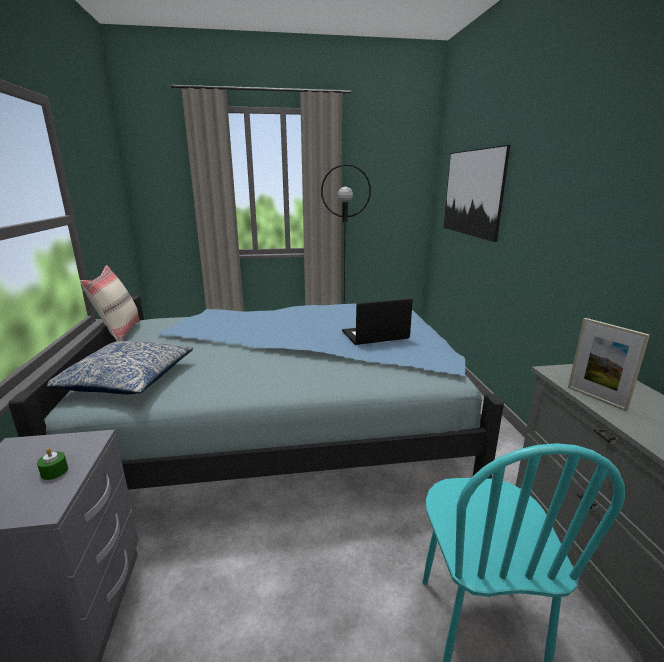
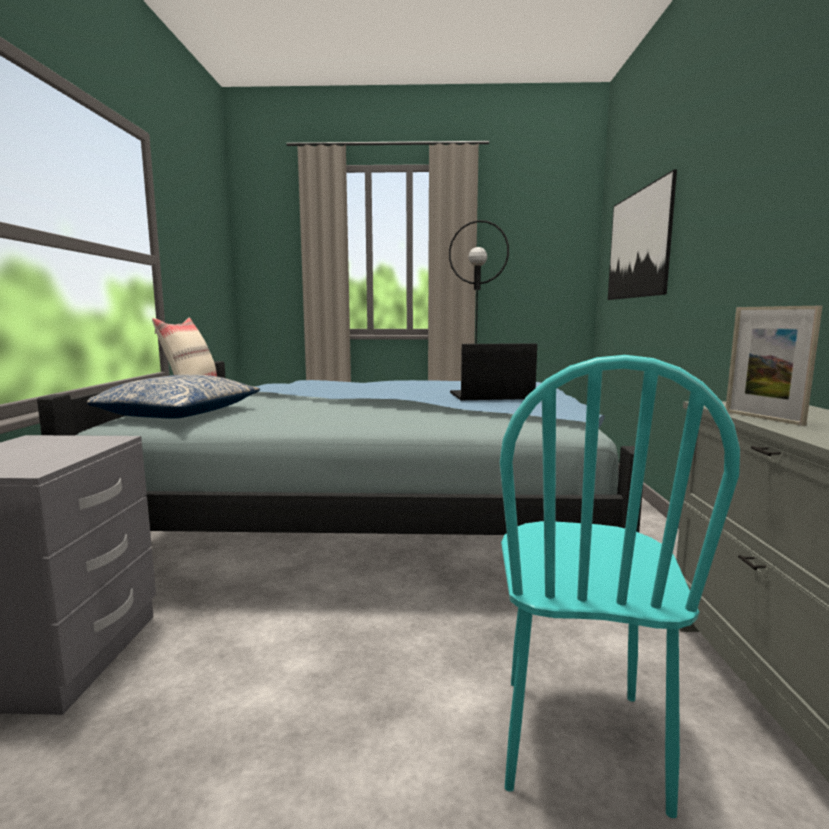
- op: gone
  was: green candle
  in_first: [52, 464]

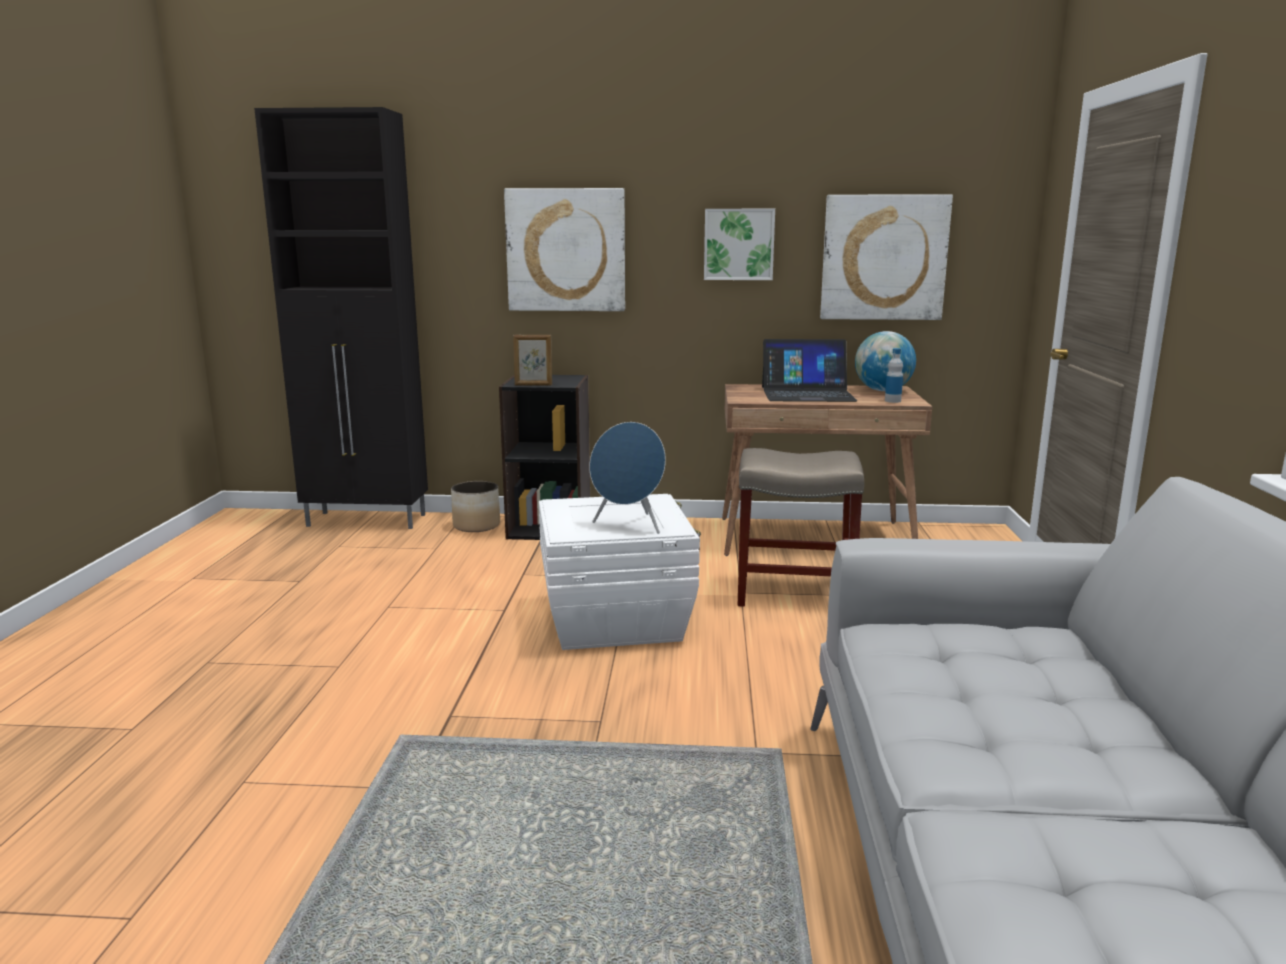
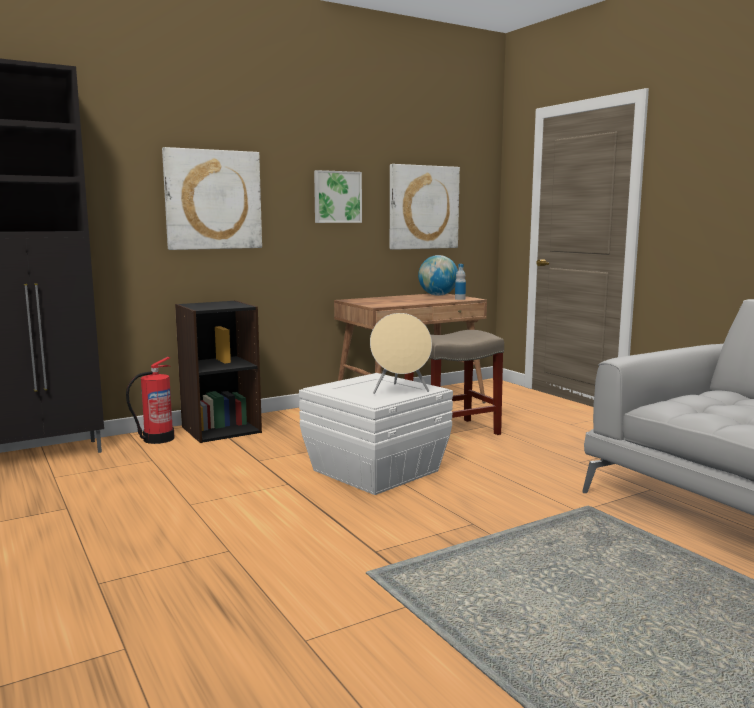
- op: swapped
  was: planter
  now: fire extinguisher
  in_first: [475, 506]
  in_second: [150, 400]
- op: gone
  was: picture frame
  in_first: [532, 360]
- op: repainted
  was: blue speaker
  now: beige speaker
  in_first: [627, 478]
  in_second: [401, 353]
- op: gone
  was: laptop
  in_first: [809, 370]

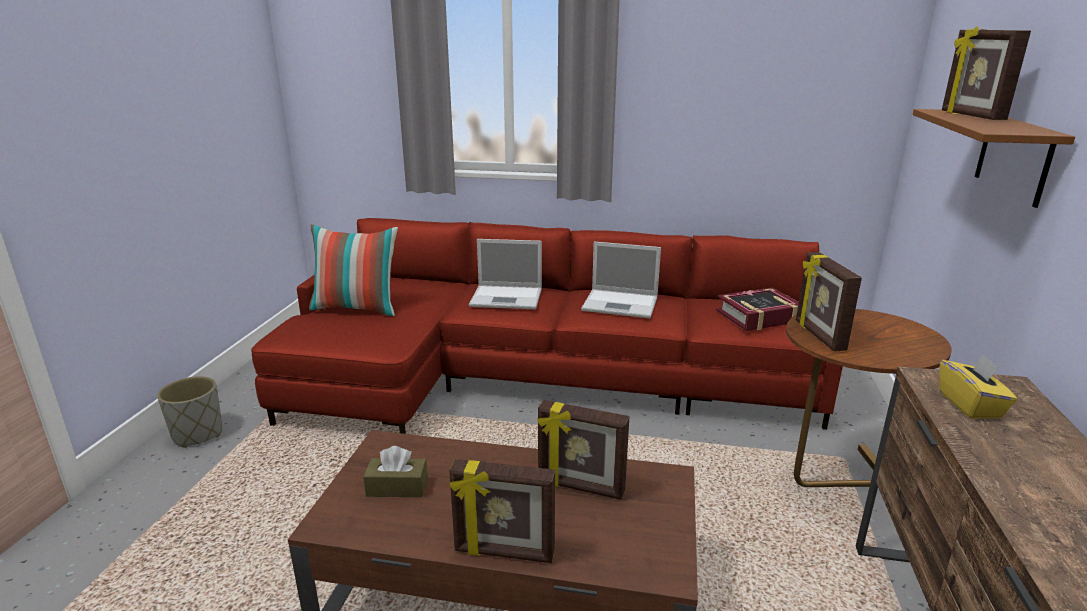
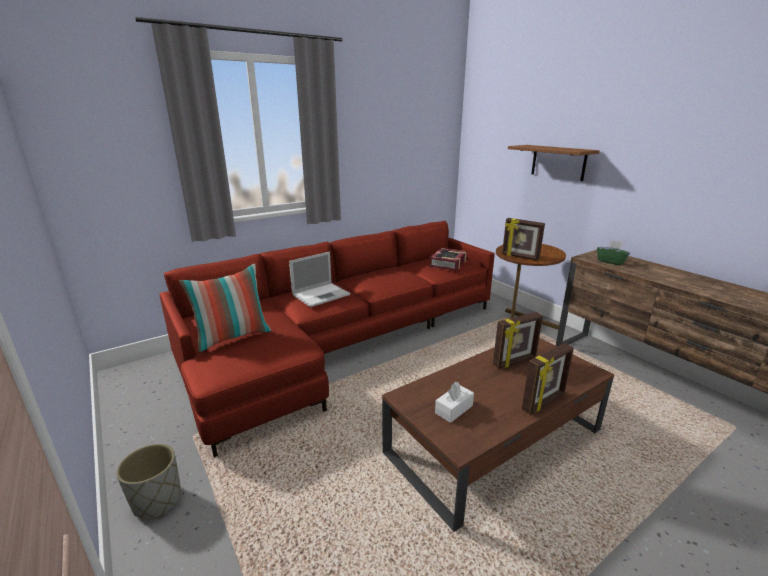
- op: repainted
  was: brown tissue box
  now: white tissue box
  in_first: [395, 471]
  in_second: [454, 402]
- op: gone
  was: laptop
  in_first: [621, 279]
- op: repainted
  was: yellow tissue box
  now: green tissue box
  in_first: [978, 386]
  in_second: [613, 252]
- op: gone
  was: picture frame
  in_first: [986, 73]

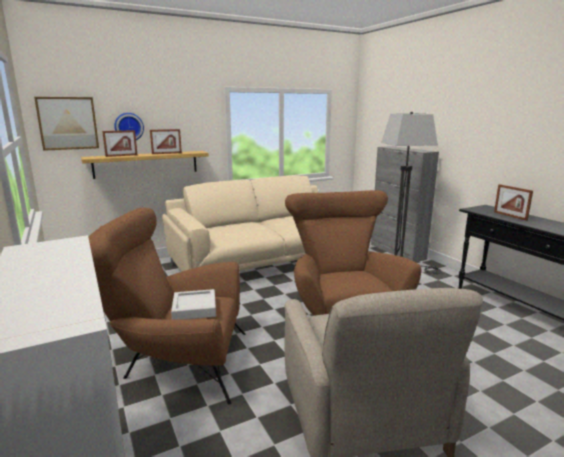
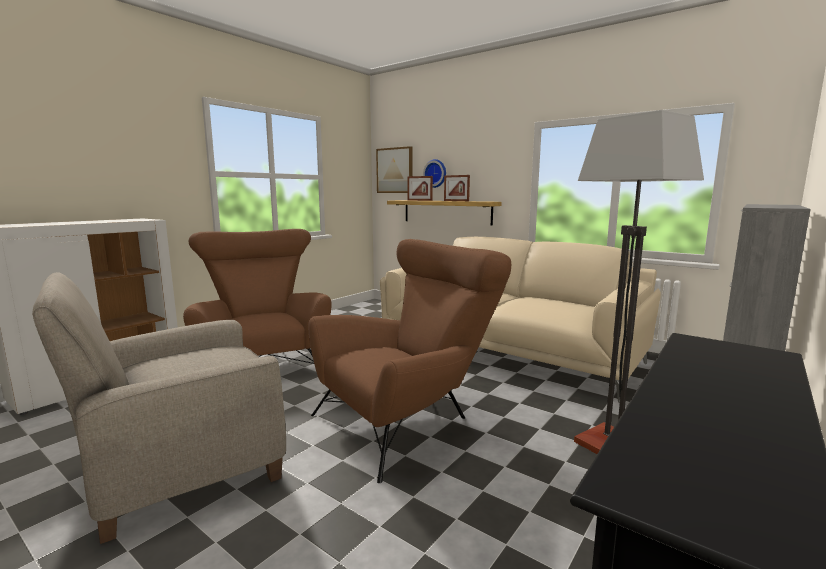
- op: gone
  was: grey tray
  in_first: [193, 304]
- op: gone
  was: picture frame
  in_first: [513, 202]

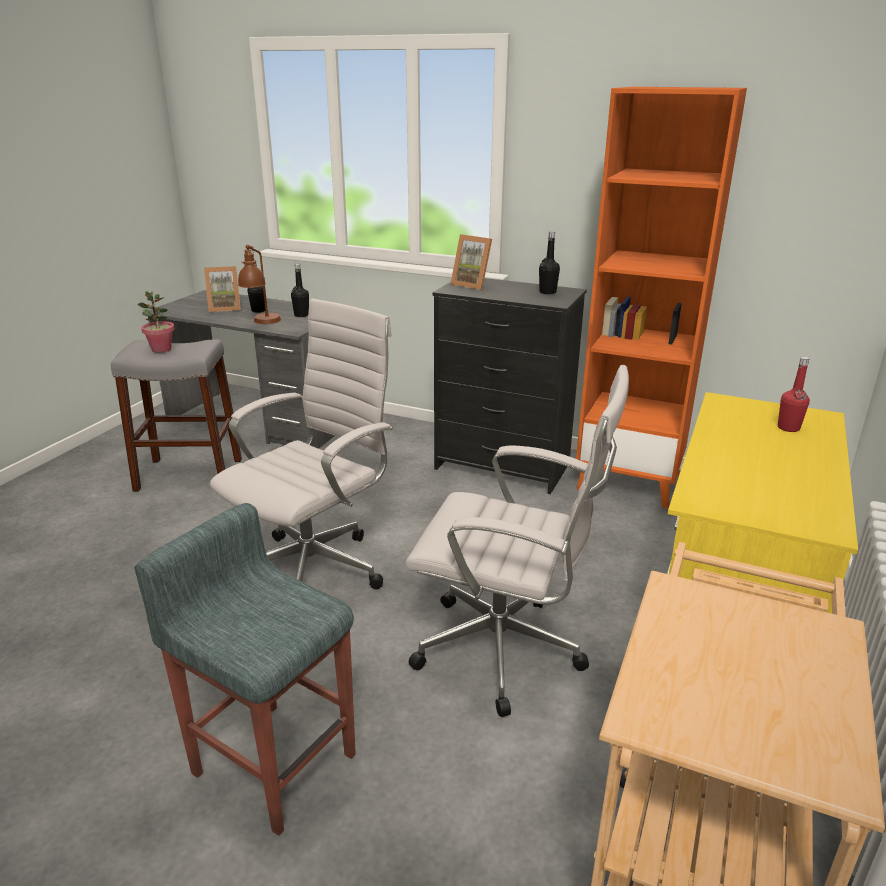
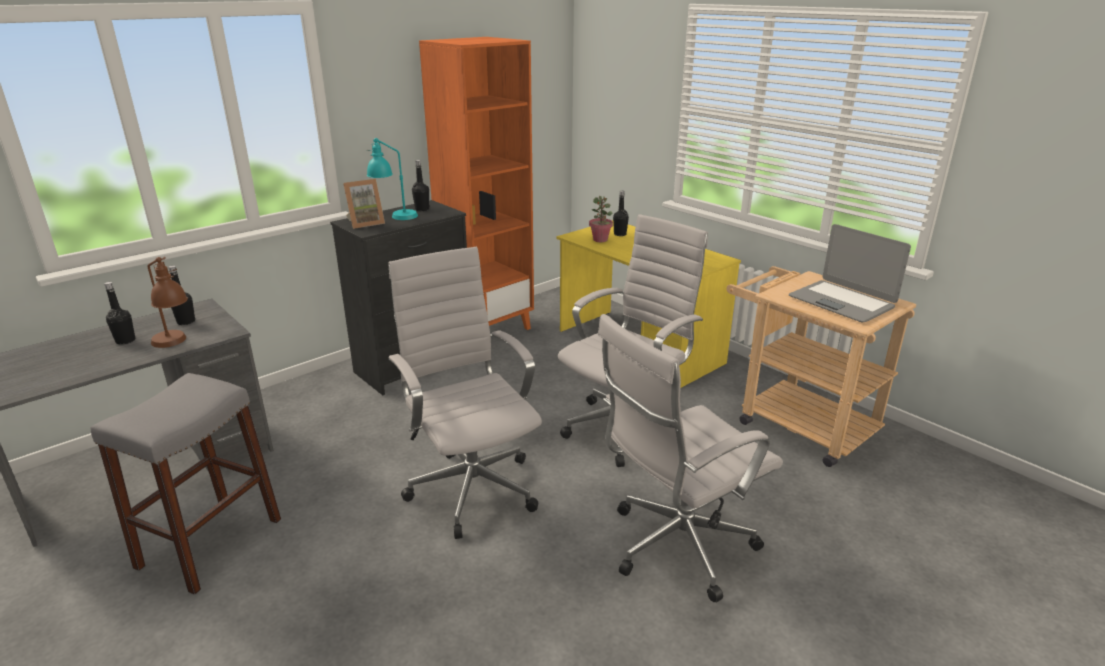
- op: swapped
  was: grey stool
  now: white office chair
  in_first: [245, 669]
  in_second: [690, 458]
- op: shifted
  was: potted plant
  in_first: [156, 322]
  in_second: [601, 219]
- op: gone
  was: picture frame
  in_first: [222, 289]
- op: repainted
  was: red bottle
  now: black bottle
  in_first: [794, 394]
  in_second: [621, 213]
- op: new
  now: turquoise table lamp
  in_second: [392, 179]
- op: new
  now: laptop
  in_second: [850, 273]

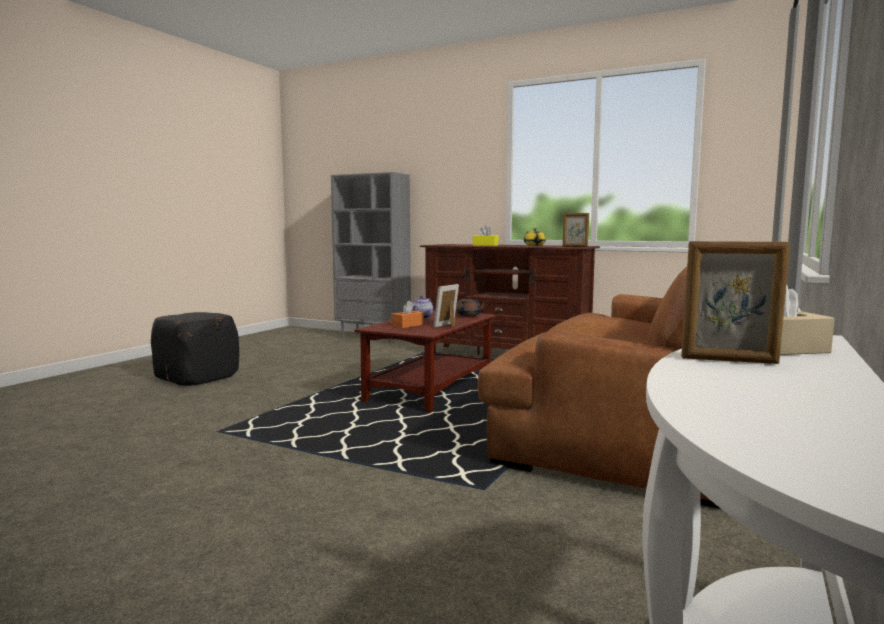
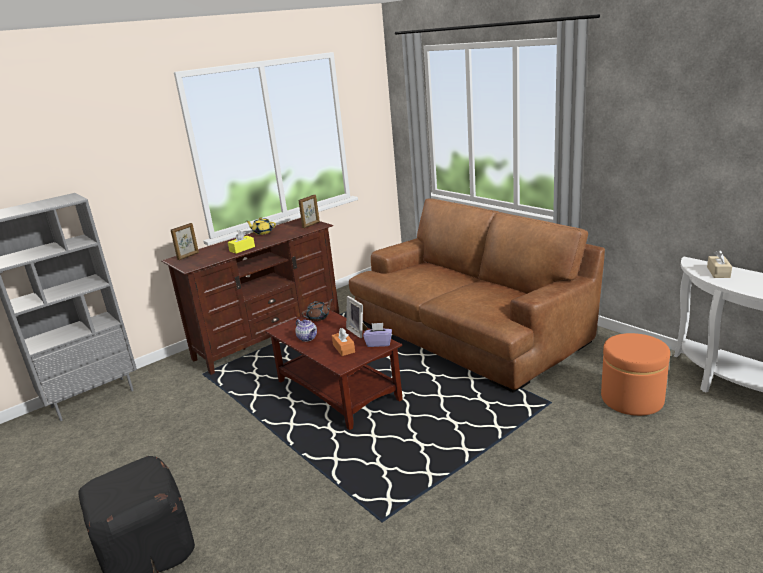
- op: shifted
  was: picture frame
  in_first: [735, 302]
  in_second: [185, 241]
- op: new
  now: purple tissue box
  in_second: [377, 335]
- op: new
  now: orange ottoman
  in_second: [635, 374]

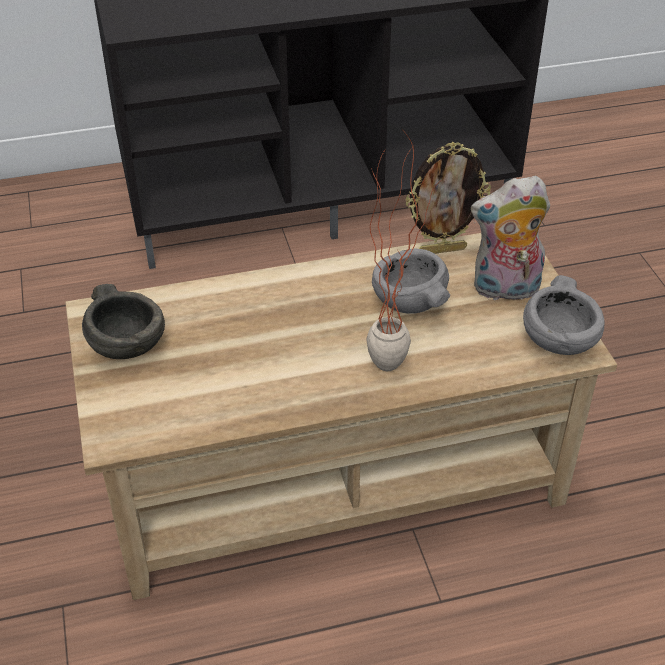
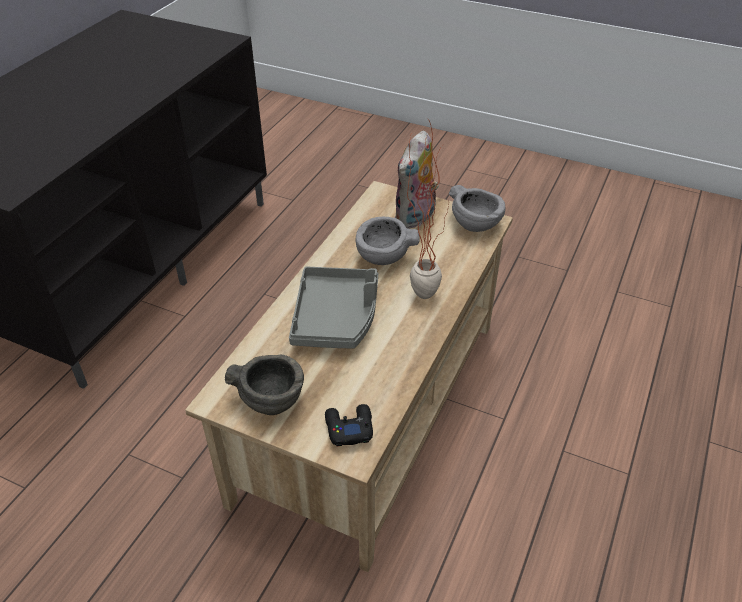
- op: gone
  was: picture frame
  in_first: [448, 198]
- op: new
  now: grey tray
  in_second: [333, 307]
- op: new
  now: black game controller
  in_second: [349, 425]

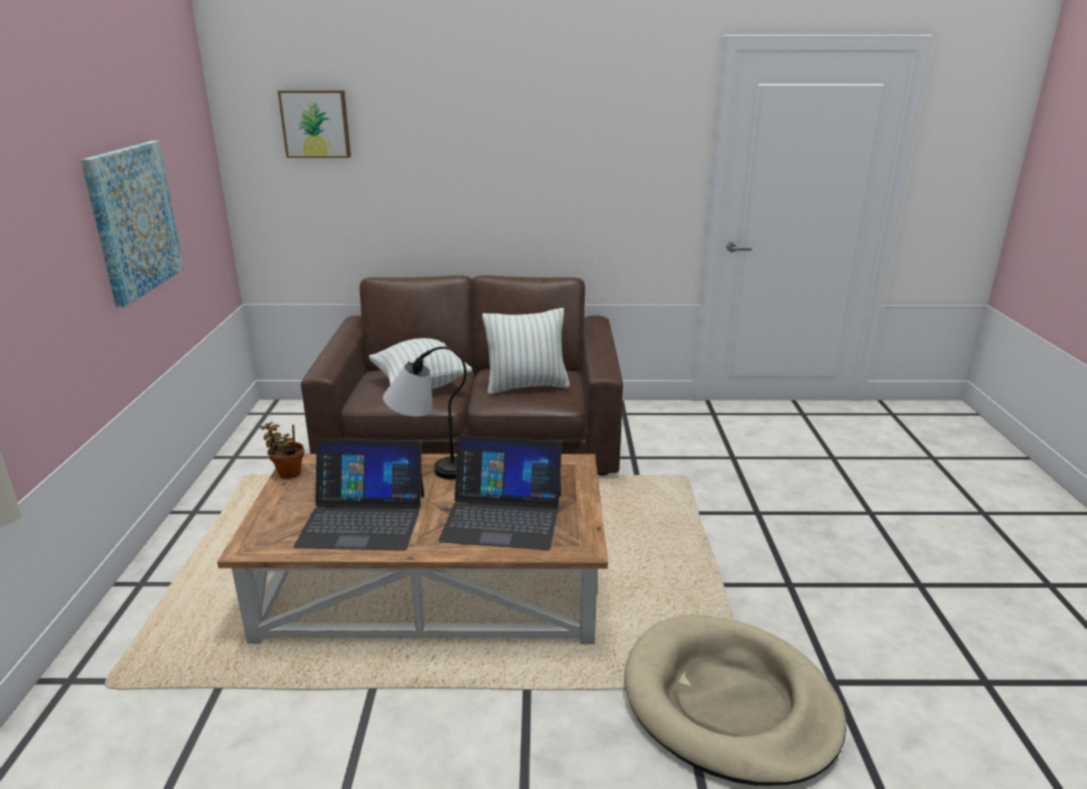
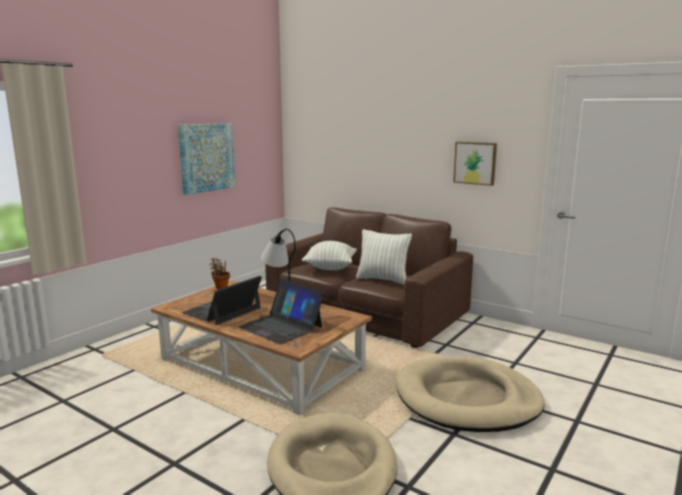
- op: shifted
  was: picture
  in_first: [314, 124]
  in_second: [475, 164]
- op: rotated
  was: laptop
  in_first: [358, 495]
  in_second: [222, 300]
  clockwise: 90
- op: new
  now: beige dog bed
  in_second: [470, 394]

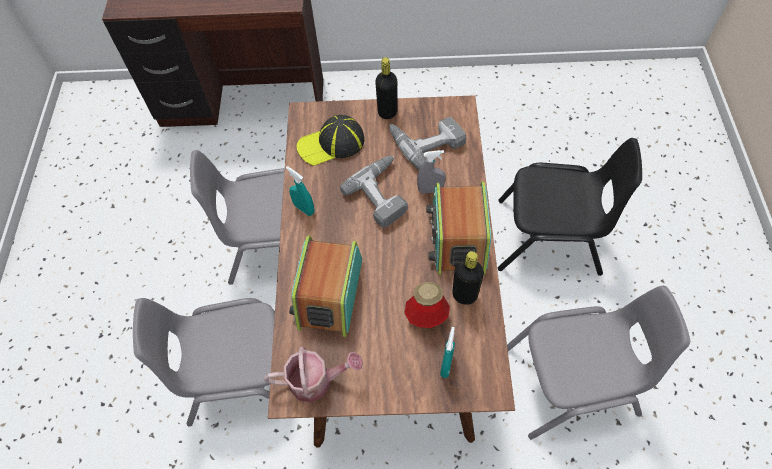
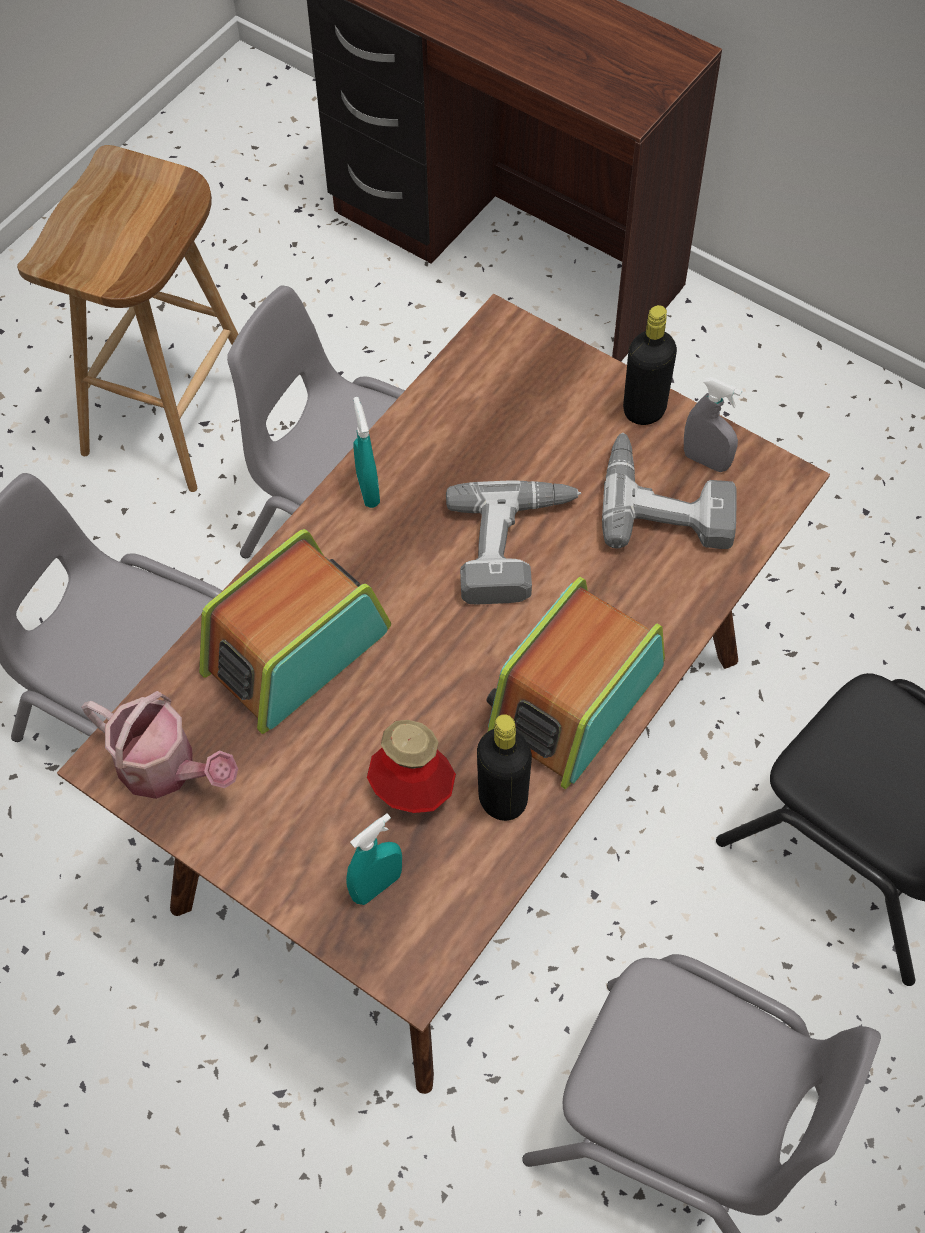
- op: gone
  was: cap
  in_first: [331, 140]
- op: shifted
  was: grey spray bottle
  in_first: [431, 172]
  in_second: [713, 424]
- op: new
  now: brown stool
  in_second: [127, 318]

